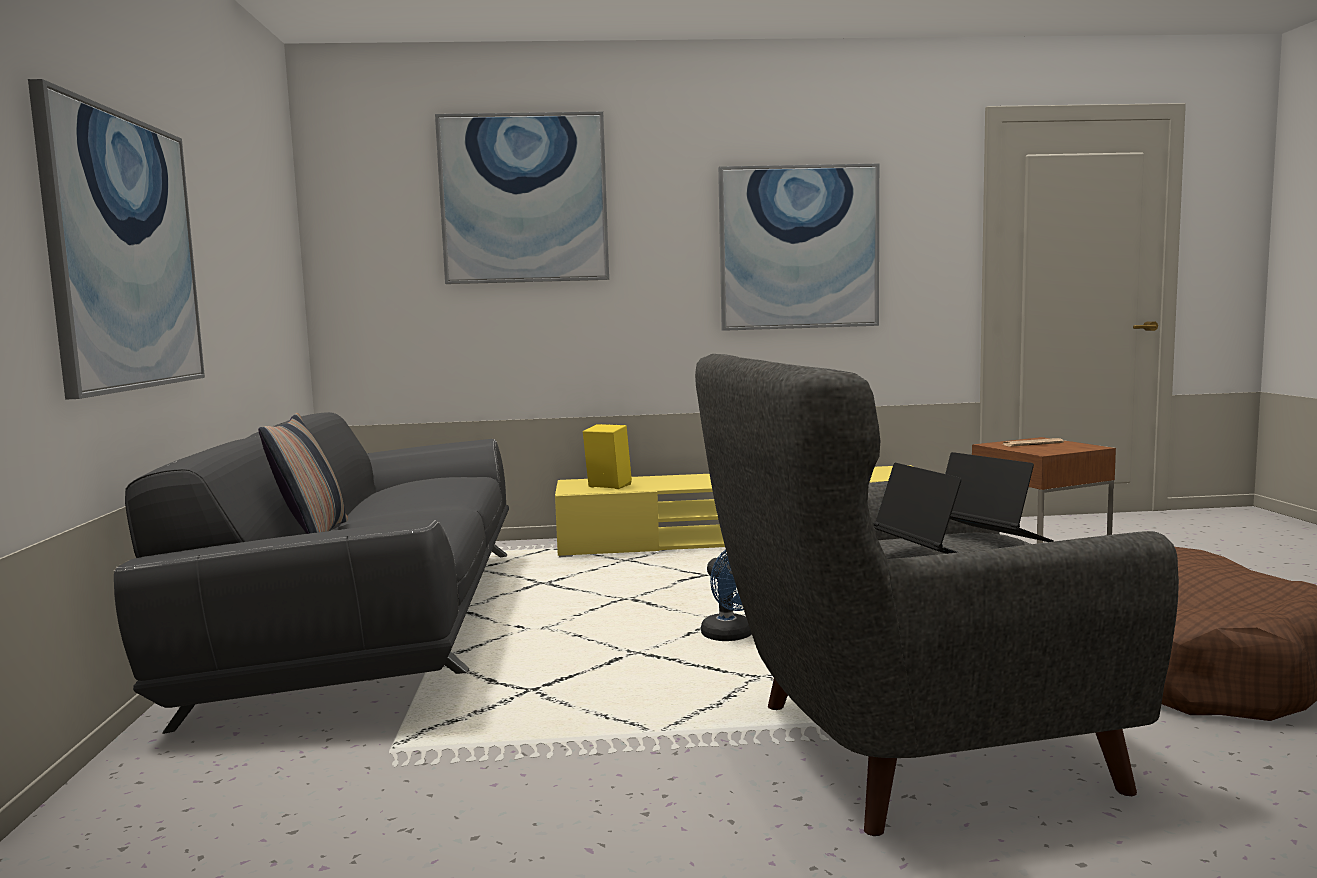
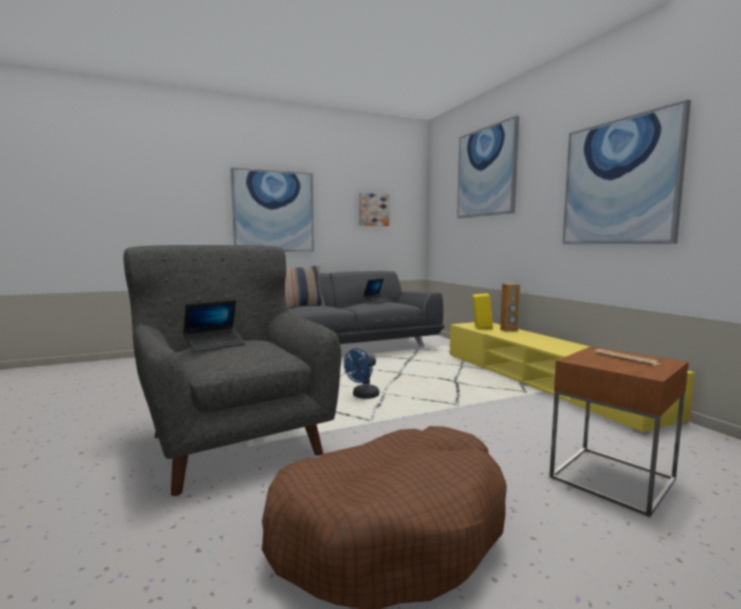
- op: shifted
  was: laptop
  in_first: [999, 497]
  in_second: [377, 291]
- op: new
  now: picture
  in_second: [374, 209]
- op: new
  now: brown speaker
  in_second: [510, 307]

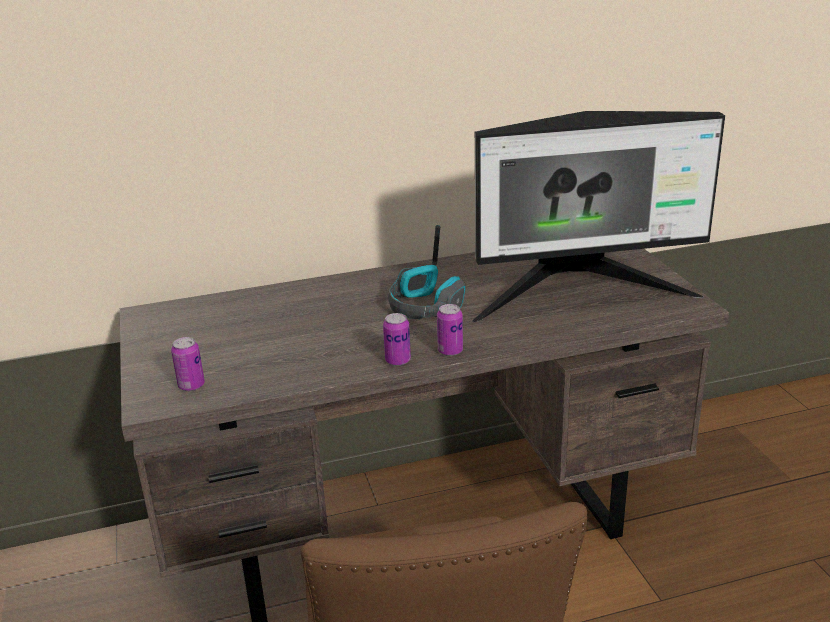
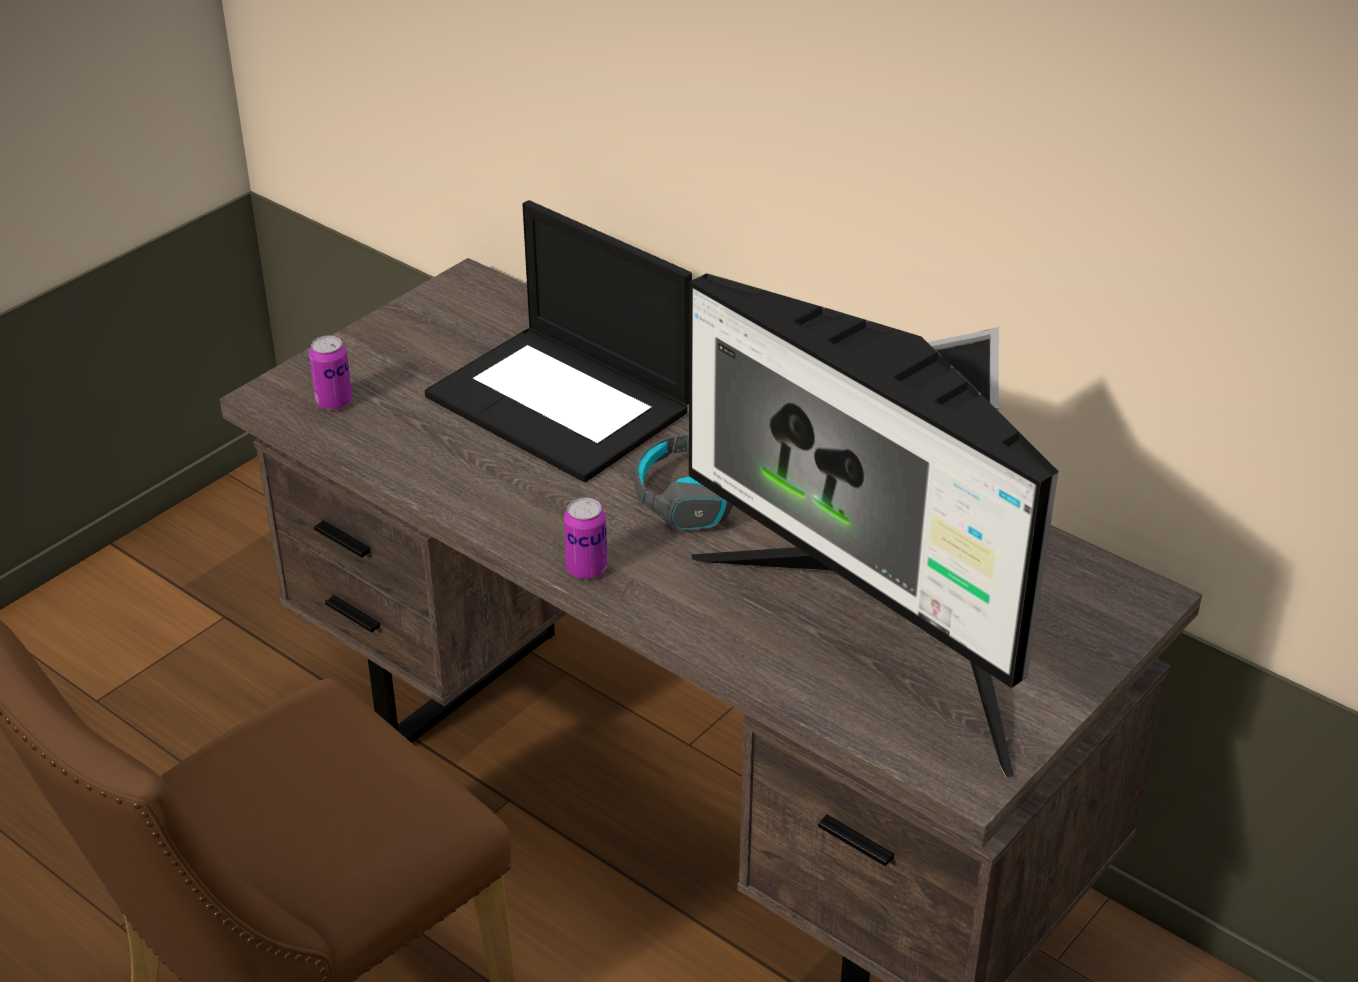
- op: gone
  was: can
  in_first: [397, 339]
- op: new
  now: laptop
  in_second: [558, 341]

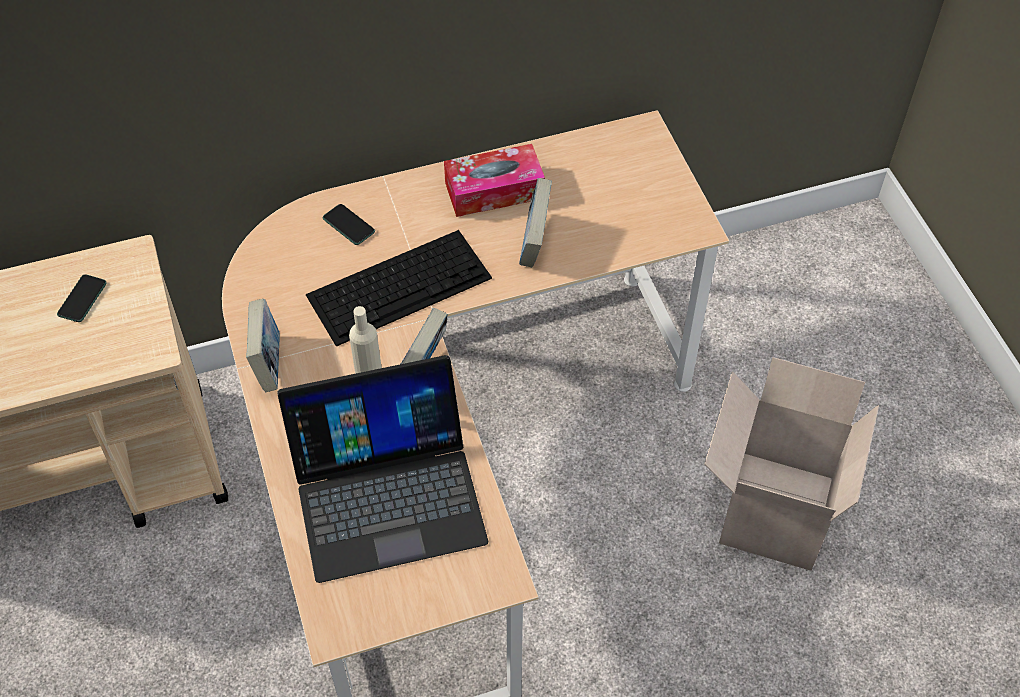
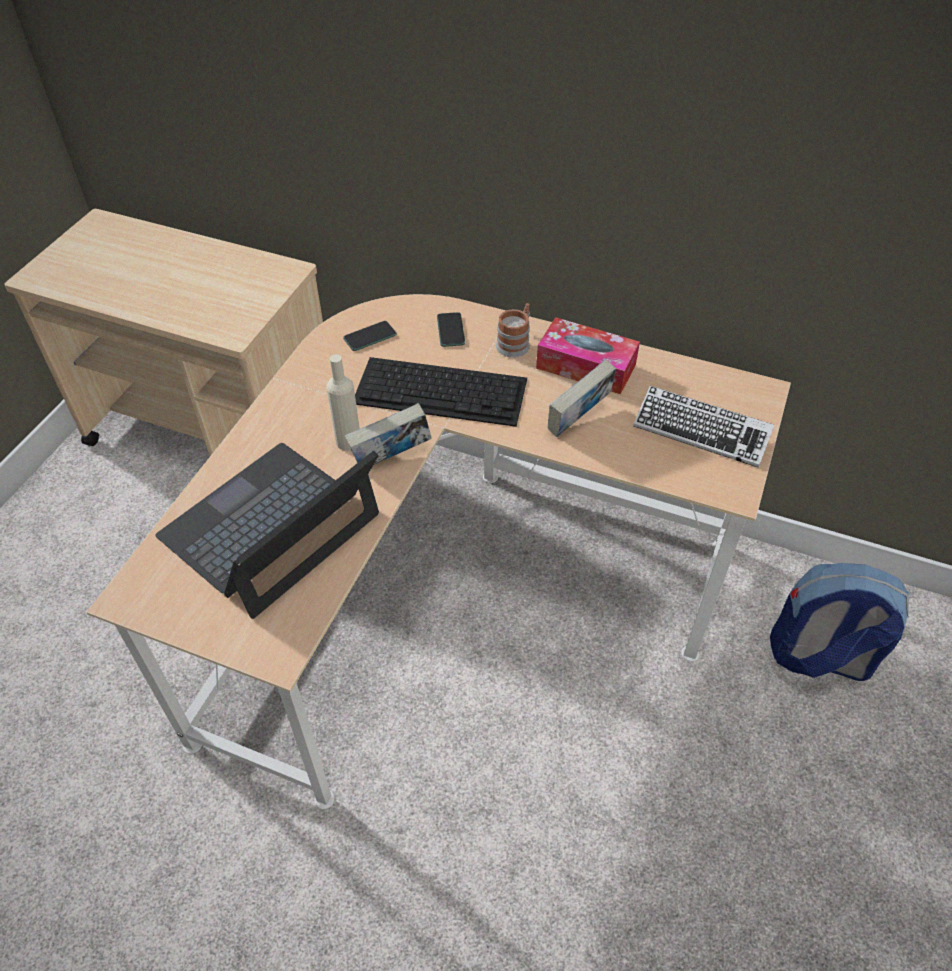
- op: shifted
  was: phone
  in_first: [82, 298]
  in_second: [369, 336]
- op: gone
  was: book
  in_first: [263, 345]
- op: rotated
  was: laptop
  in_first: [383, 469]
  in_second: [267, 531]
  clockwise: 105
- op: gone
  was: cardboard box
  in_first: [791, 464]
- op: new
  now: mug
  in_second: [513, 330]
- op: new
  now: keyboard
  in_second: [703, 427]
- op: new
  now: backpack
  in_second: [839, 622]

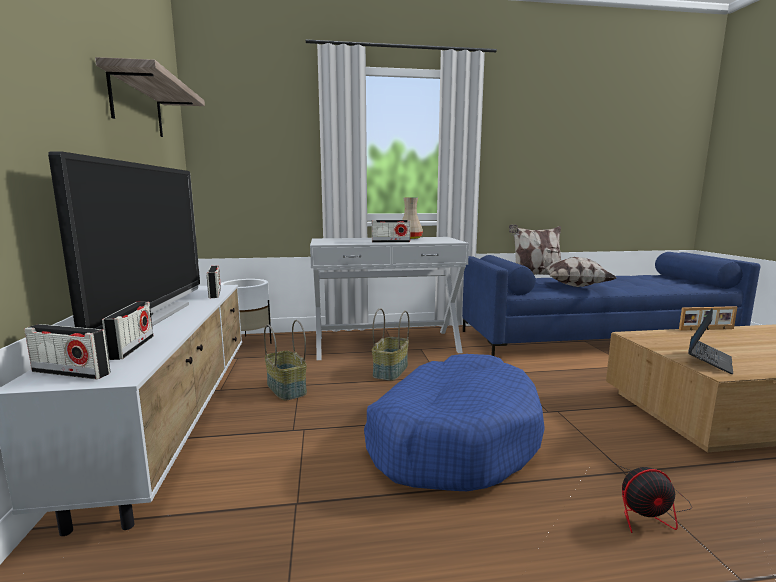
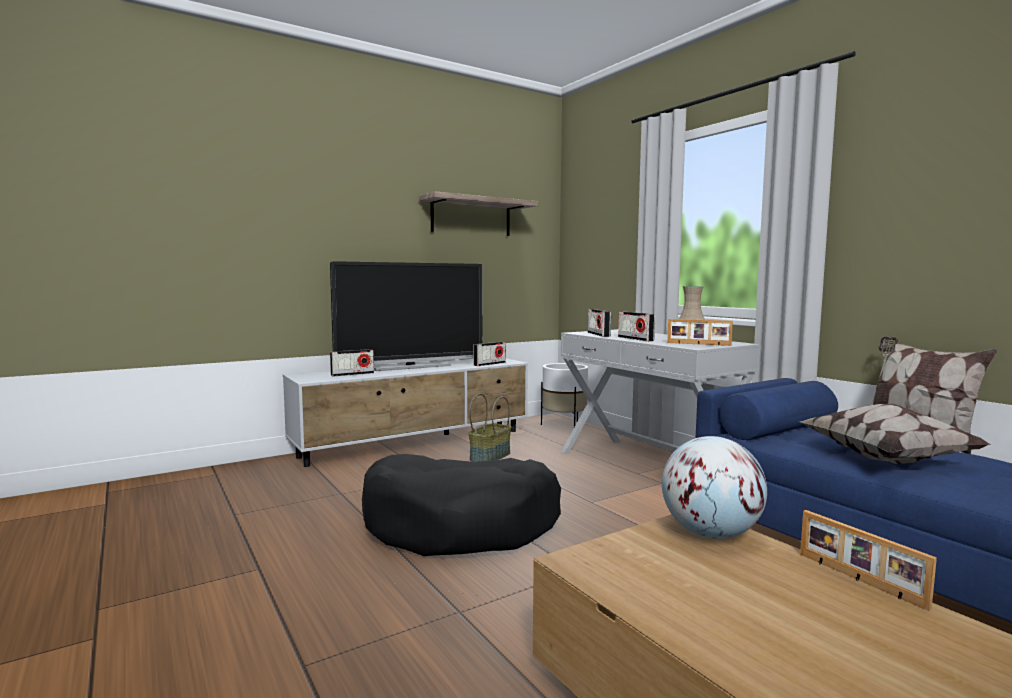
- op: shifted
  was: radio
  in_first: [67, 352]
  in_second: [599, 323]
- op: repainted
  was: blue dog bed
  now: black dog bed
  in_first: [454, 422]
  in_second: [461, 505]
- op: gone
  was: basket
  in_first: [390, 344]
- op: gone
  was: fan
  in_first: [649, 494]
- op: gone
  was: laptop
  in_first: [710, 341]
- op: new
  now: globe
  in_second: [714, 487]
- op: new
  now: picture frame
  in_second: [700, 332]

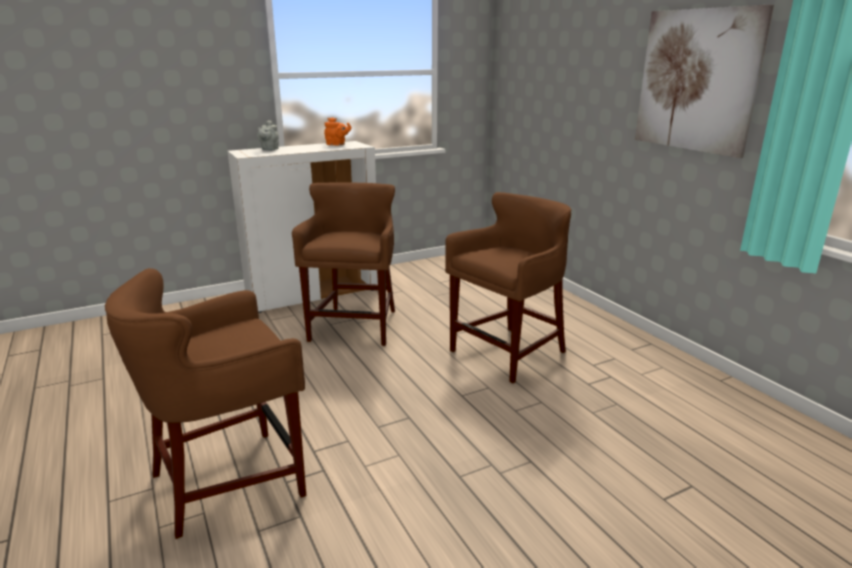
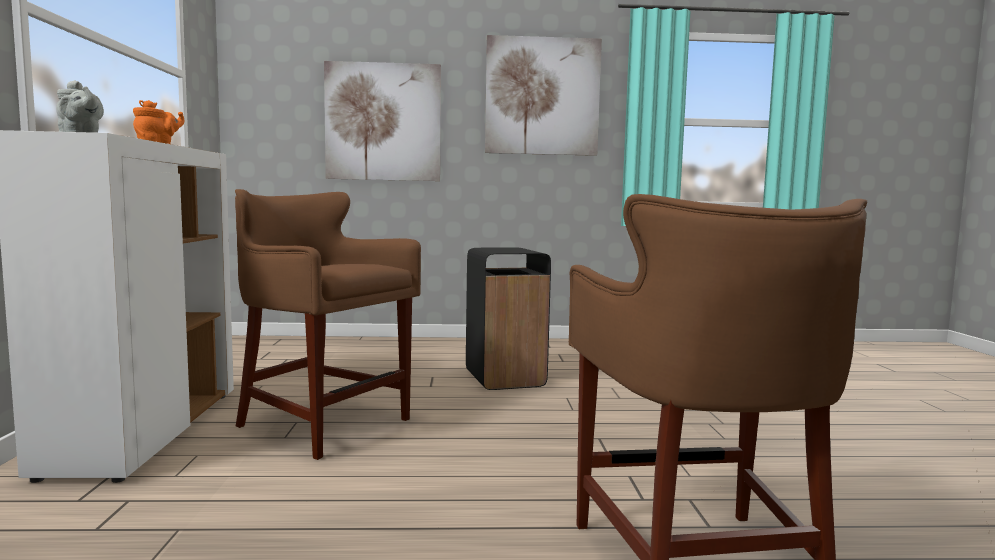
- op: swapped
  was: brown stool
  now: black trash can
  in_first: [508, 288]
  in_second: [508, 319]
- op: new
  now: picture
  in_second: [382, 121]

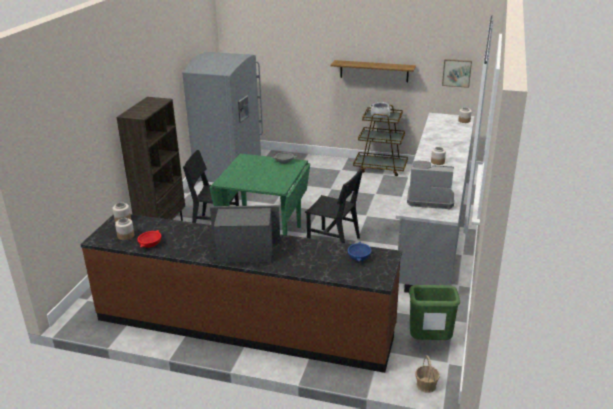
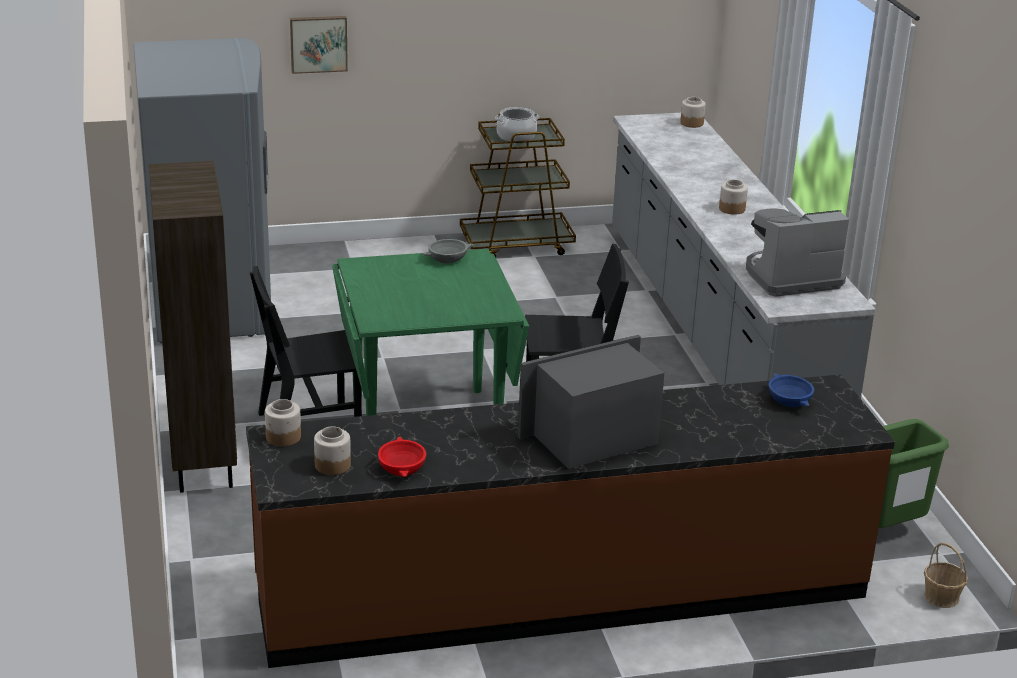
- op: gone
  was: shelf
  in_first: [373, 71]
- op: shifted
  was: picture
  in_first: [457, 73]
  in_second: [319, 45]

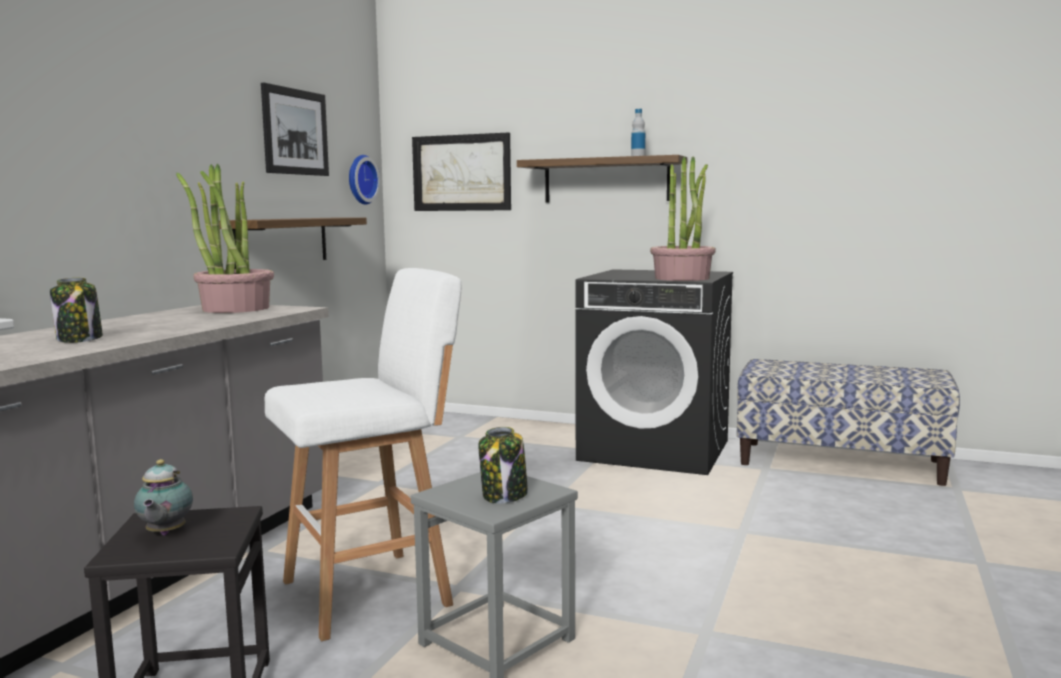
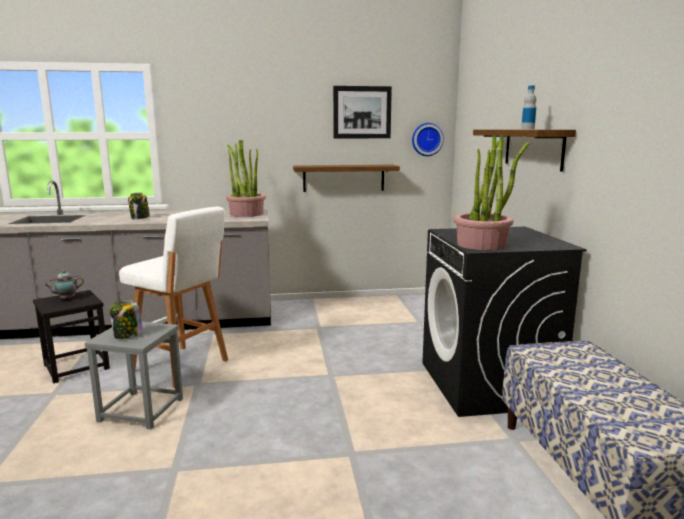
- op: gone
  was: picture
  in_first: [461, 171]

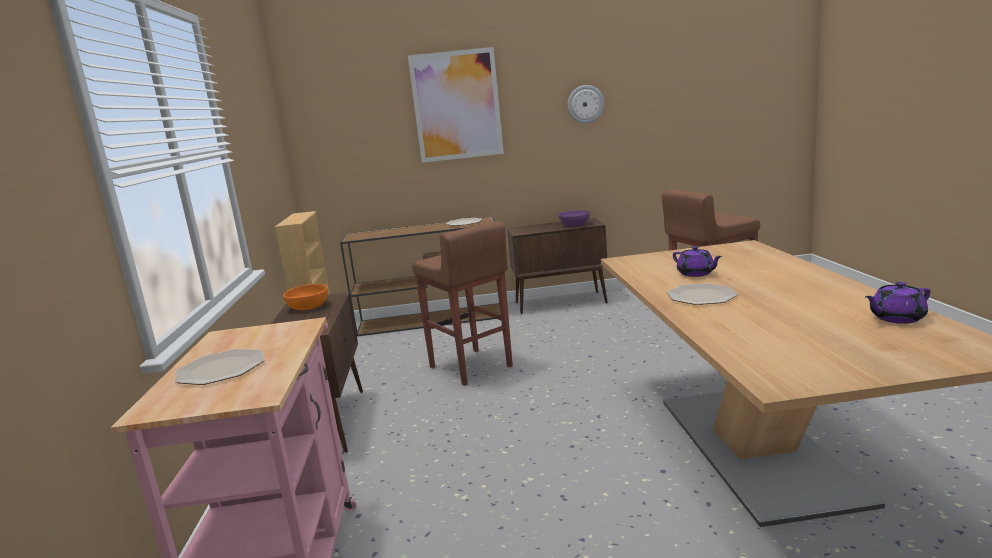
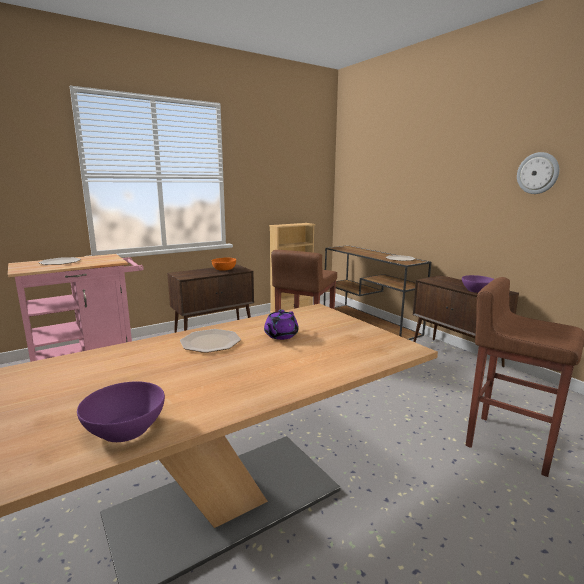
- op: gone
  was: picture
  in_first: [456, 105]
- op: swapped
  was: purple teapot
  now: purple bowl
  in_first: [897, 302]
  in_second: [121, 411]

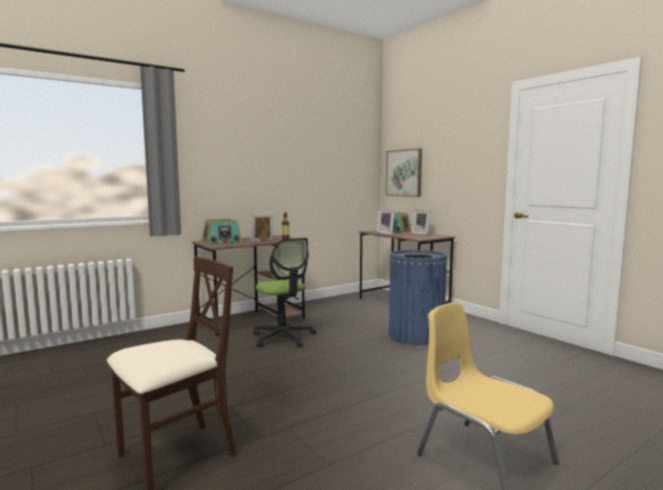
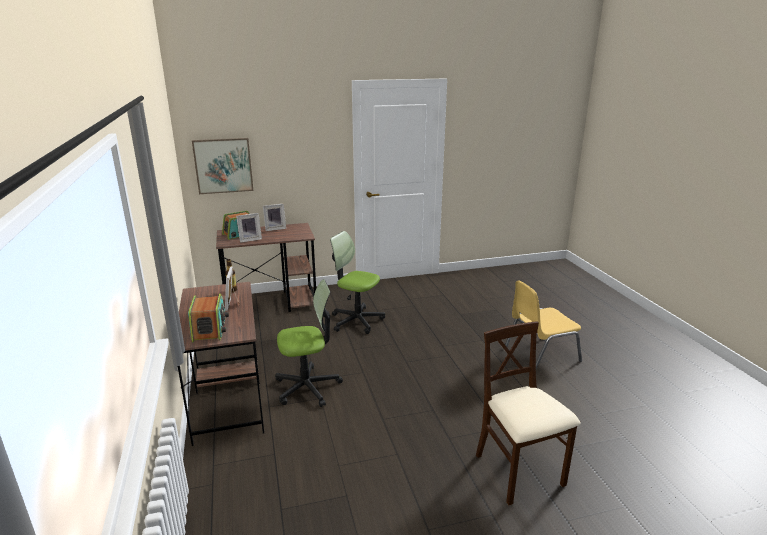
- op: swapped
  was: blue trash can
  now: office chair
  in_first: [418, 297]
  in_second: [357, 282]

